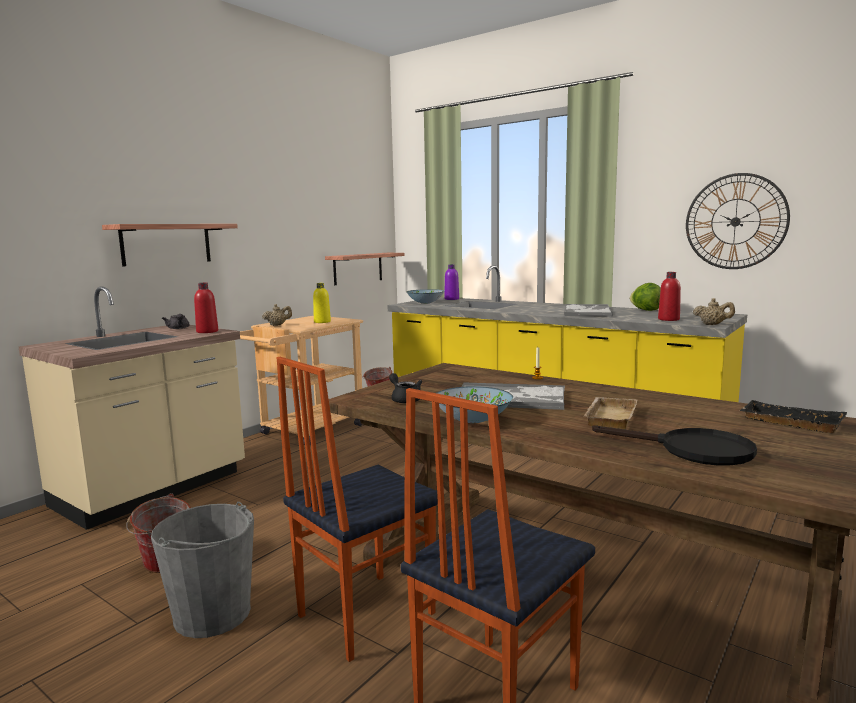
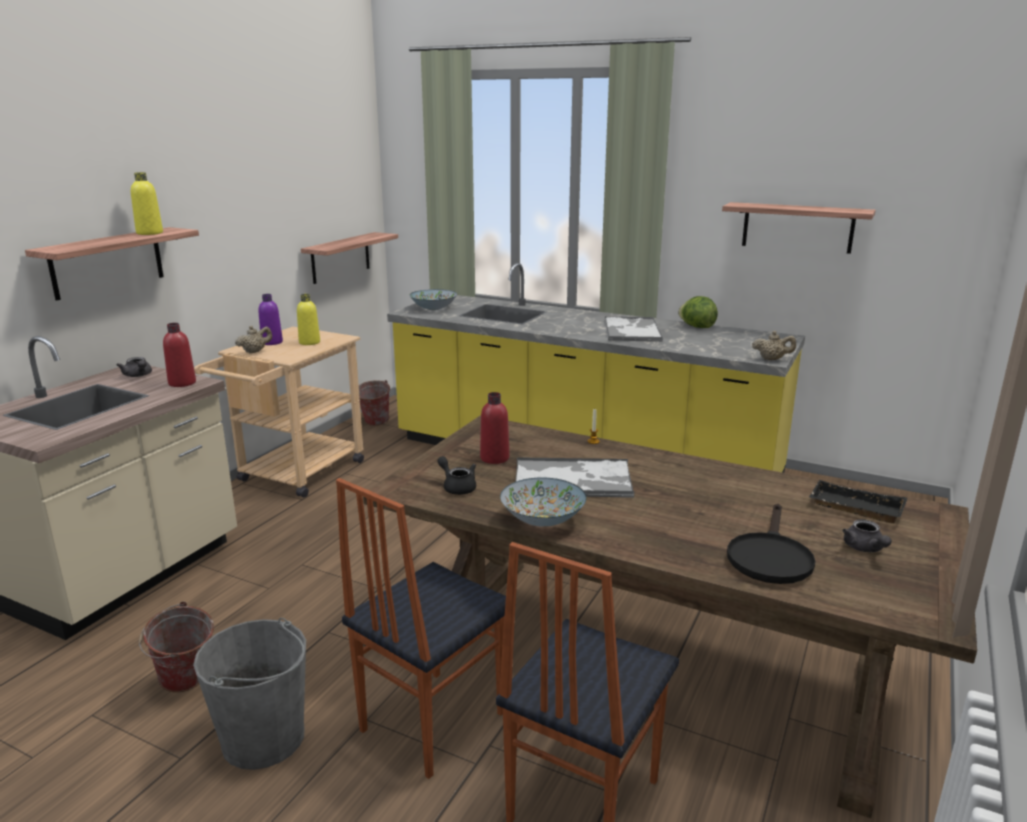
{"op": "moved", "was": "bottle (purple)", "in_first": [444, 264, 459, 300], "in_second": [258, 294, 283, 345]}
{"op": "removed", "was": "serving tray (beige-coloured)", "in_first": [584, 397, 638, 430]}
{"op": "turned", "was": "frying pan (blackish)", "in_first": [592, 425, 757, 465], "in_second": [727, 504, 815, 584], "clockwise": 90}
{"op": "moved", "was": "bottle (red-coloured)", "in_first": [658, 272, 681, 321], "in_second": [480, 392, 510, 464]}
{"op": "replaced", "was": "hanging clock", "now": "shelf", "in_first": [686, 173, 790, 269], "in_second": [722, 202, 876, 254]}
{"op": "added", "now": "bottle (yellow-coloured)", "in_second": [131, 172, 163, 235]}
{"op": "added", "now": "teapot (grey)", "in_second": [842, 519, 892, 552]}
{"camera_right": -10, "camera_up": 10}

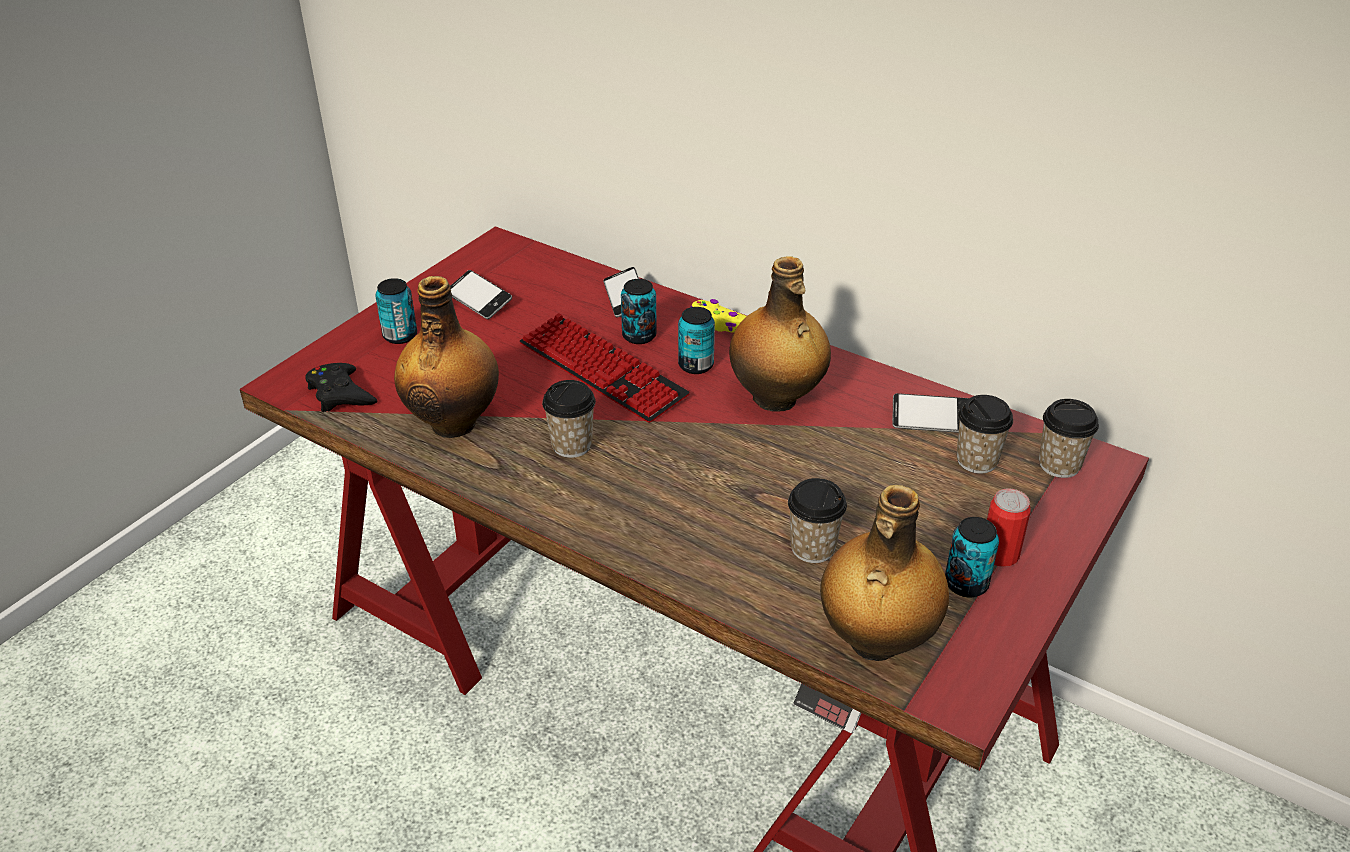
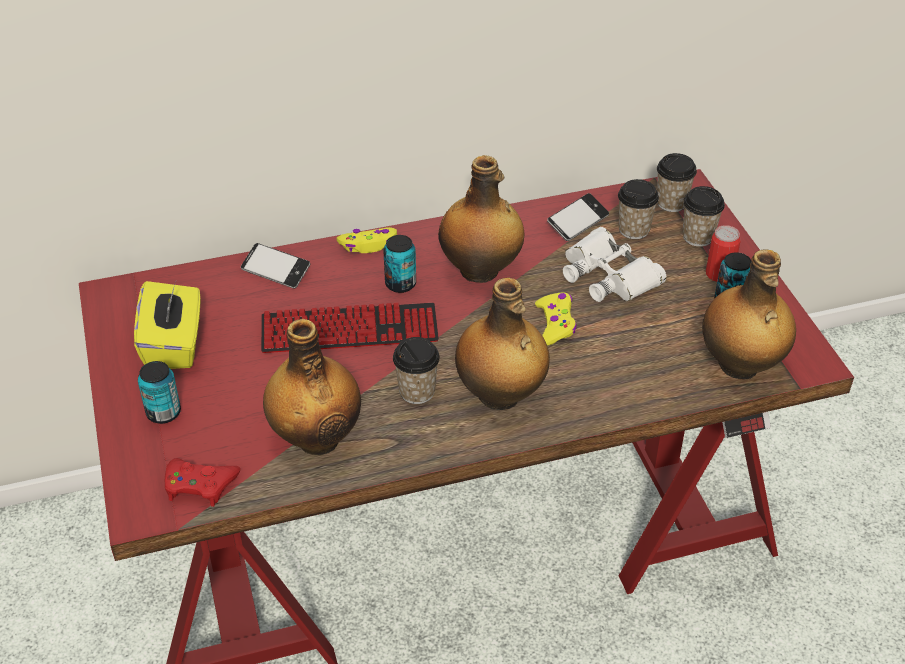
{"op": "recoloured", "was": "joypad (blackish)", "now": "joypad (red-coloured)", "in_first": [305, 363, 377, 412], "in_second": [165, 458, 241, 507]}
{"op": "replaced", "was": "phone", "now": "tissue holder (yellow-coloured)", "in_first": [451, 270, 512, 319], "in_second": [134, 281, 201, 369]}
{"op": "removed", "was": "sealed can", "in_first": [621, 279, 657, 344]}
{"op": "moved", "was": "drinking cup", "in_first": [788, 478, 847, 563], "in_second": [683, 186, 725, 247]}
{"op": "added", "now": "bottle", "in_second": [455, 278, 550, 410]}
{"op": "added", "now": "joypad (yellow-coloured)", "in_second": [535, 293, 577, 346]}
{"op": "added", "now": "binoculars (white-coloured)", "in_second": [563, 227, 666, 302]}
{"camera_right": -50, "camera_up": 5}

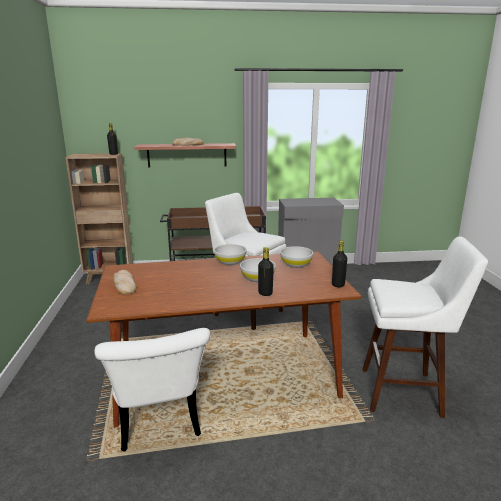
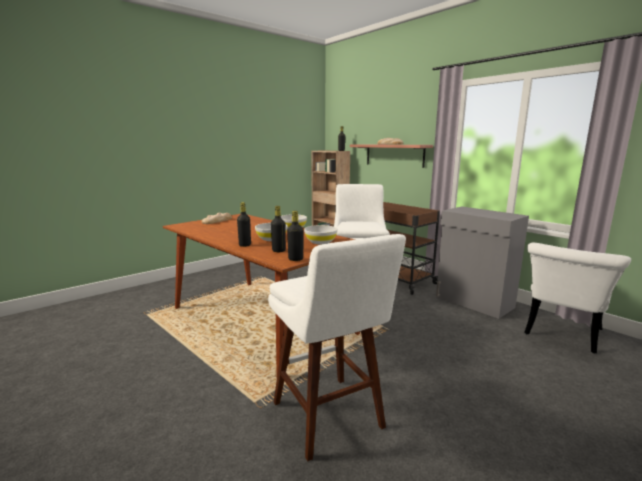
{"op": "moved", "was": "upright chair (white-coloured)", "in_first": [95, 328, 210, 452], "in_second": [524, 243, 631, 353]}
{"op": "added", "now": "bottle (blackish)", "in_second": [271, 206, 286, 252]}
{"camera_right": 55, "camera_up": -5}

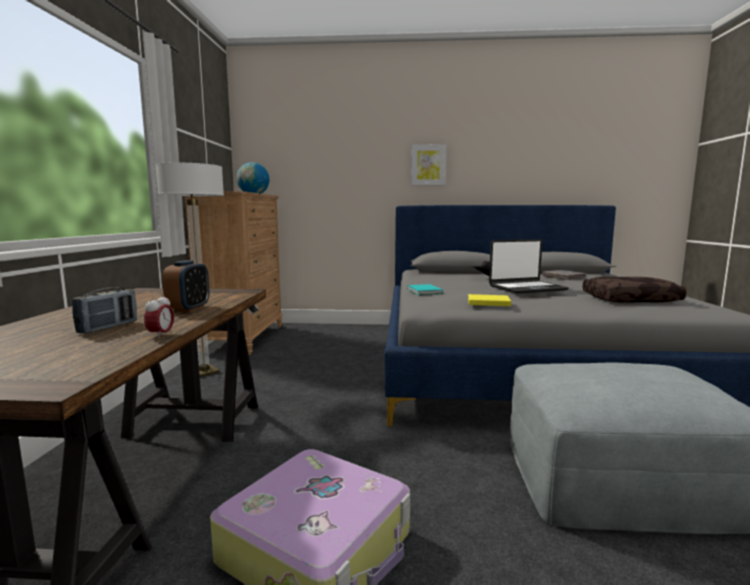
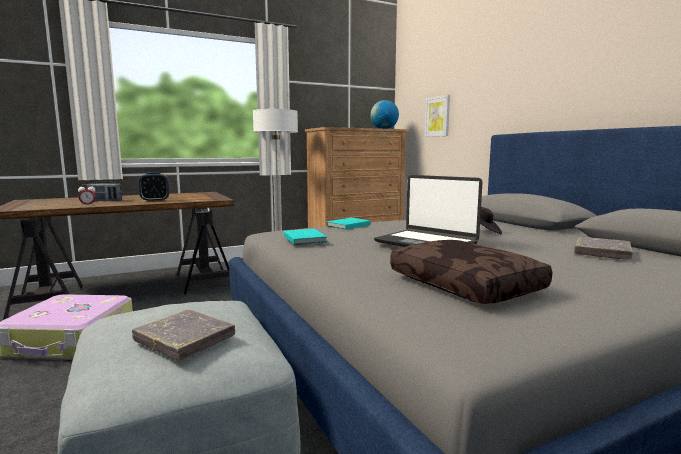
{"op": "moved", "was": "wall picture", "in_first": [411, 144, 446, 185], "in_second": [425, 95, 450, 137]}
{"op": "recoloured", "was": "book (yellow-coloured)", "now": "book (blue-green)", "in_first": [468, 294, 511, 306], "in_second": [284, 229, 327, 245]}
{"op": "added", "now": "book (grey)", "in_second": [132, 309, 235, 361]}
{"camera_right": 60, "camera_up": 0}

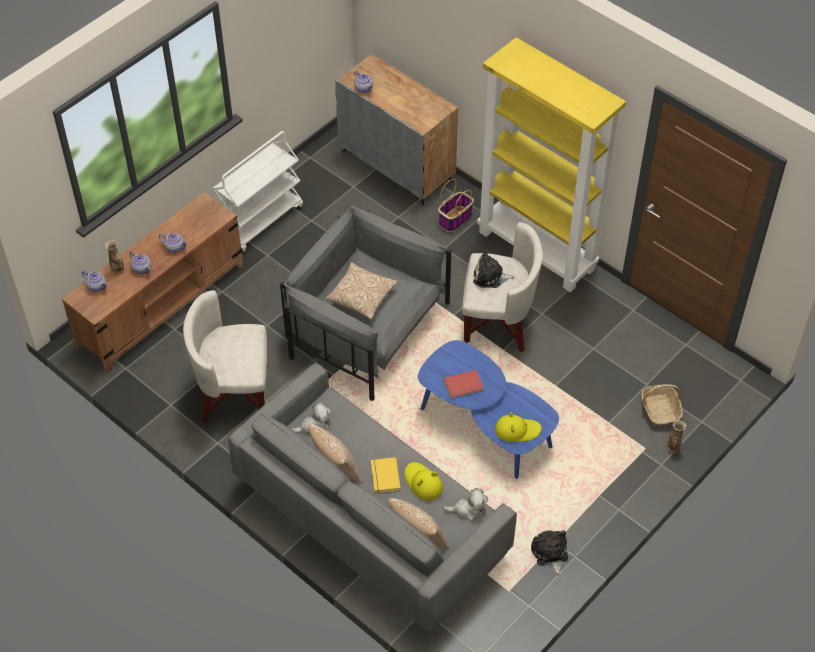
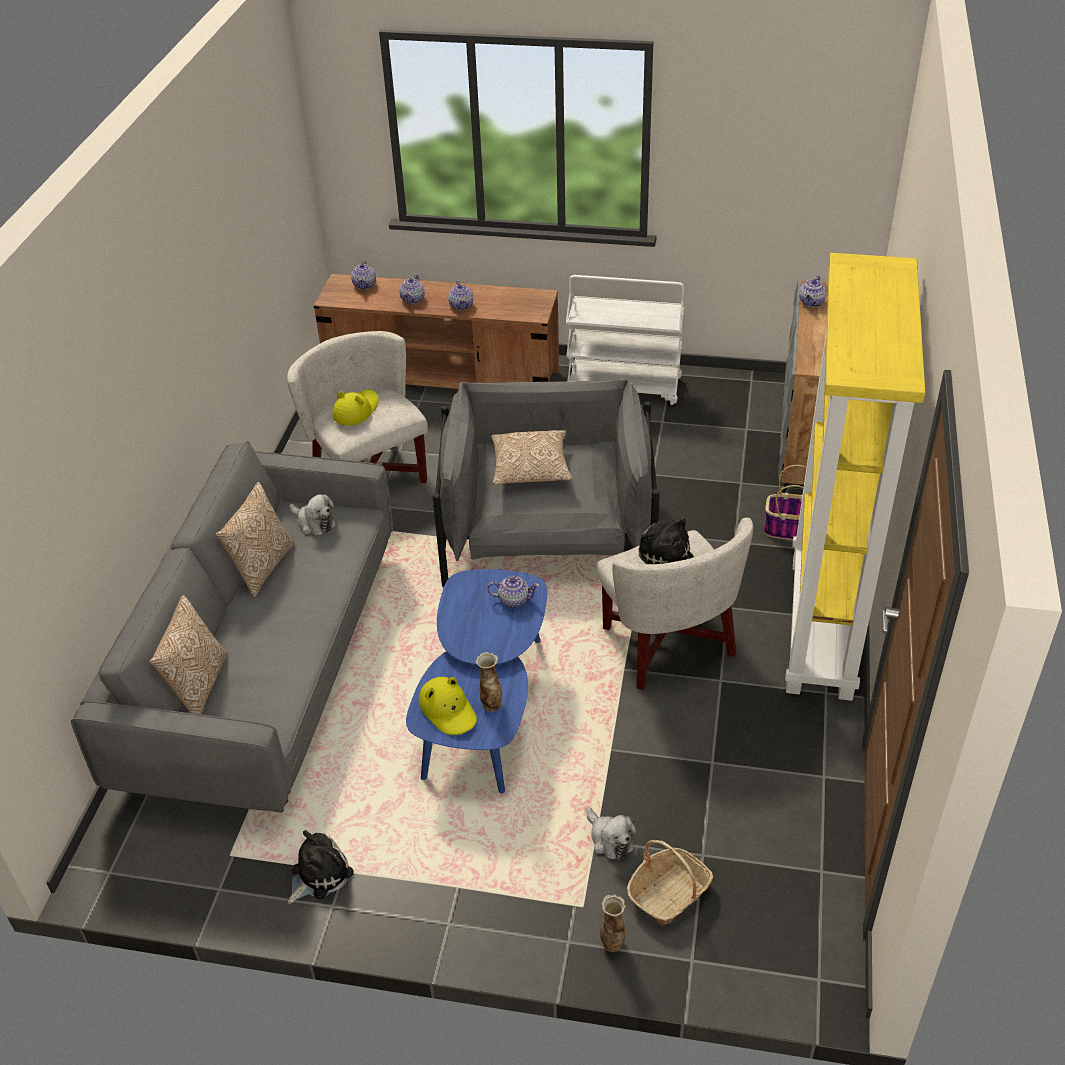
{"op": "moved", "was": "decorative vase", "in_first": [105, 240, 124, 274], "in_second": [476, 652, 502, 712]}
{"op": "removed", "was": "book (yellow-coloured)", "in_first": [371, 457, 401, 493]}
{"op": "moved", "was": "hat (yellow-coloured)", "in_first": [404, 462, 443, 501], "in_second": [333, 389, 379, 426]}
{"op": "removed", "was": "book (red-coloured)", "in_first": [443, 370, 484, 399]}
{"op": "moved", "was": "plush toy", "in_first": [443, 488, 488, 521], "in_second": [586, 807, 636, 860]}
{"op": "added", "now": "teapot", "in_second": [487, 576, 539, 608]}
{"camera_right": 60, "camera_up": -10}

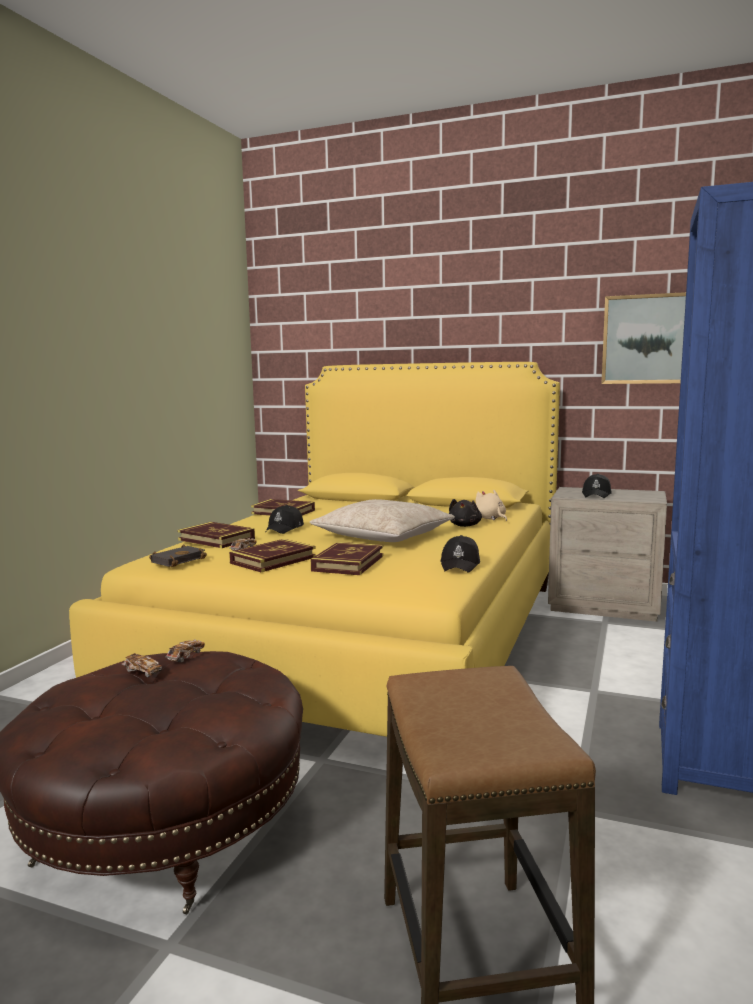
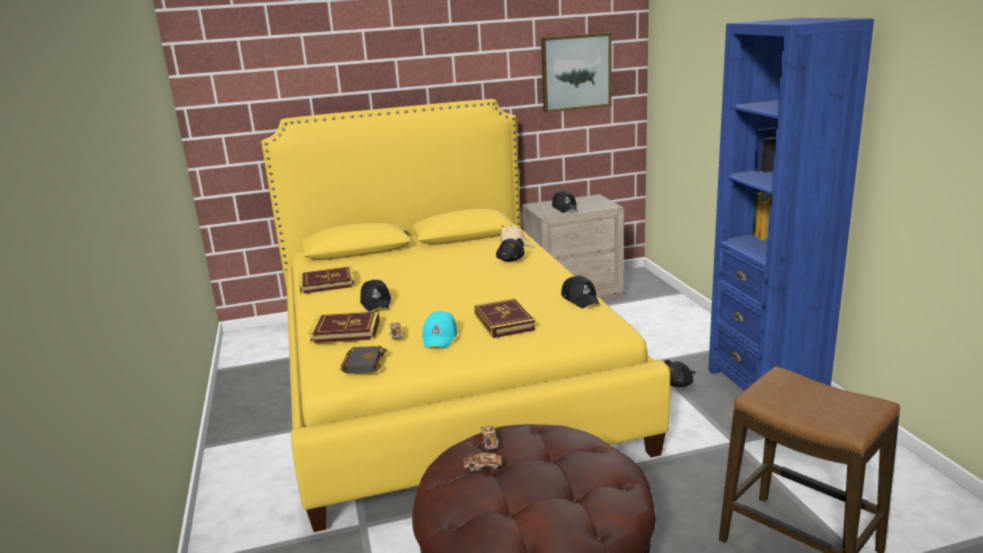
{"op": "replaced", "was": "book", "now": "peaked cap (blue-green)", "in_first": [229, 539, 316, 572], "in_second": [422, 311, 458, 348]}
{"op": "removed", "was": "throw pillow (beige-coloured)", "in_first": [310, 499, 455, 542]}
{"op": "added", "now": "plush toy (blackish)", "in_second": [664, 360, 695, 387]}
{"camera_right": -35, "camera_up": 10}

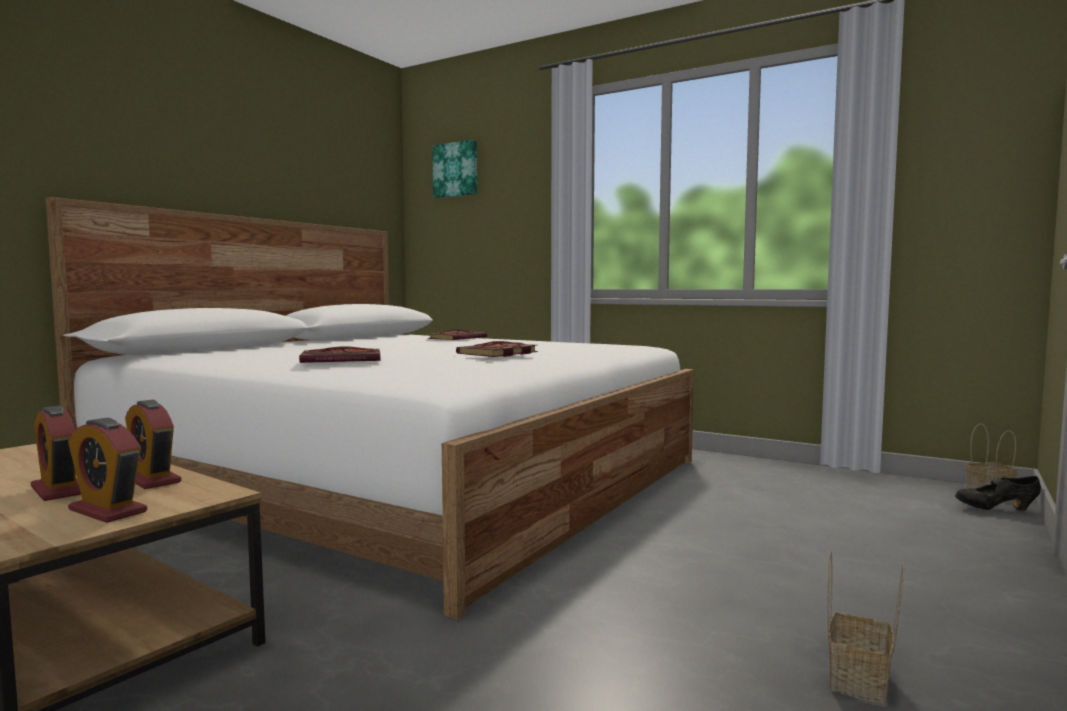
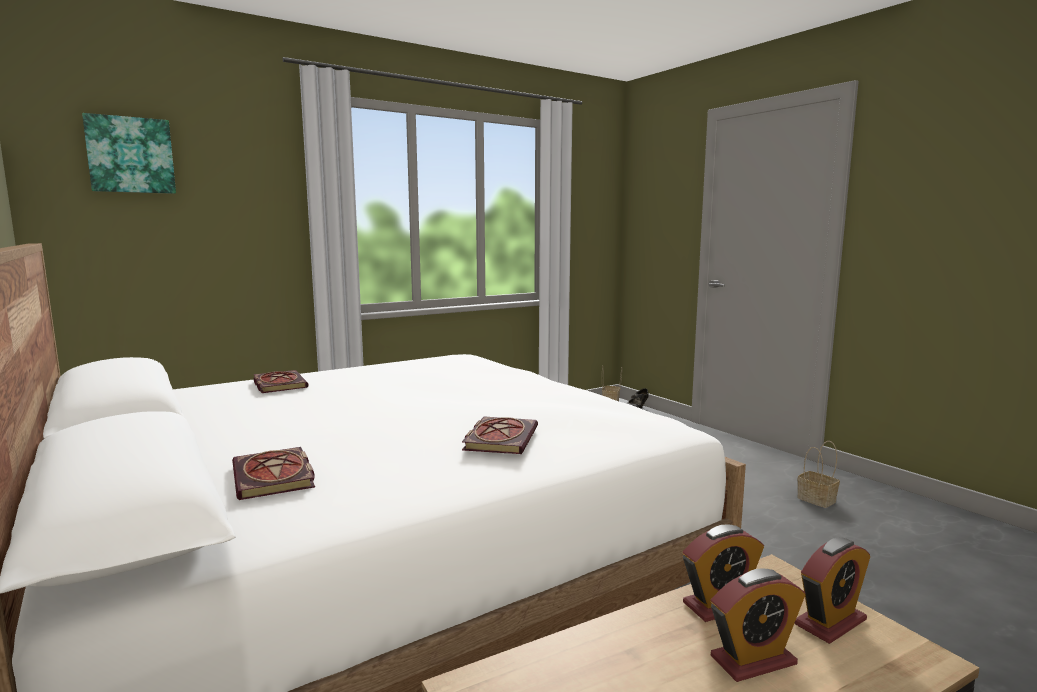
{"op": "moved", "was": "book", "in_first": [456, 341, 538, 357], "in_second": [232, 447, 315, 500]}
{"camera_right": -65, "camera_up": 5}

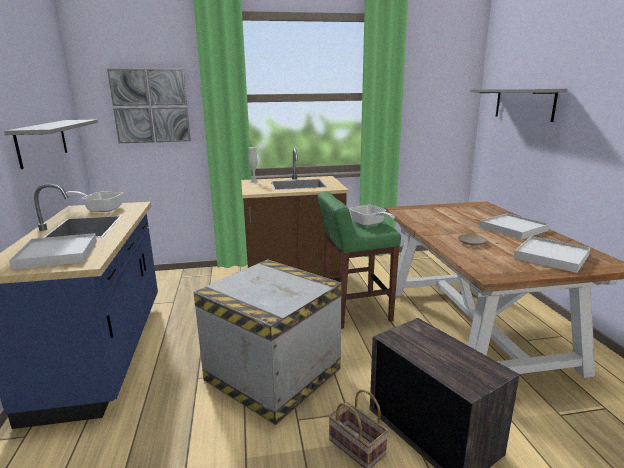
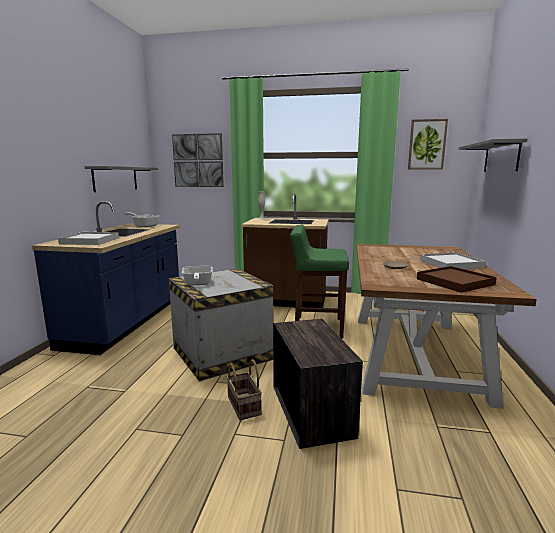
{"op": "moved", "was": "frying pan", "in_first": [349, 205, 395, 226], "in_second": [182, 266, 213, 286]}
{"op": "recoloured", "was": "serving tray (white-coloured)", "now": "serving tray (brownish)", "in_first": [514, 236, 590, 273], "in_second": [417, 266, 497, 293]}
{"op": "added", "now": "wall picture", "in_second": [408, 119, 448, 169]}
{"camera_right": 20, "camera_up": -5}

